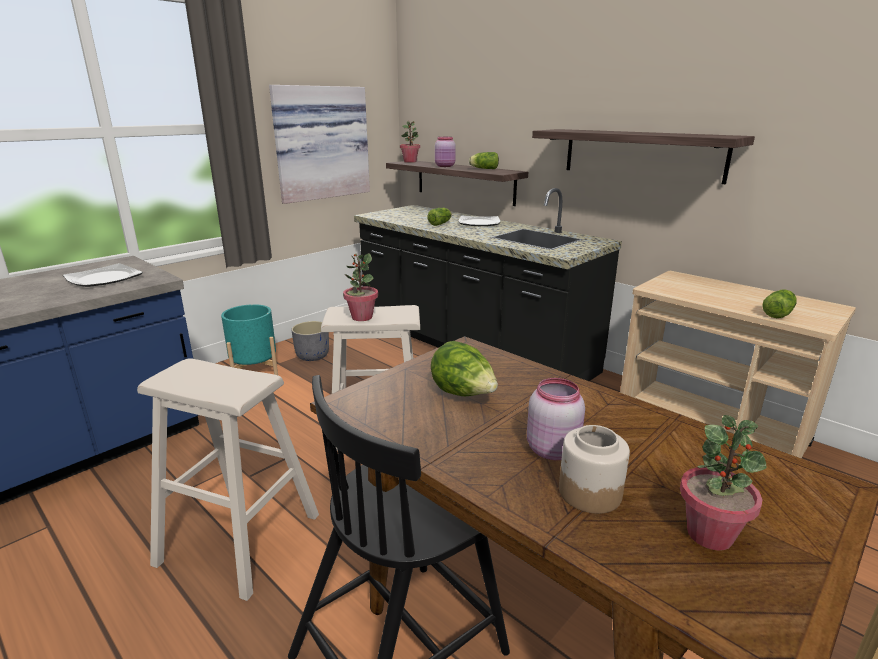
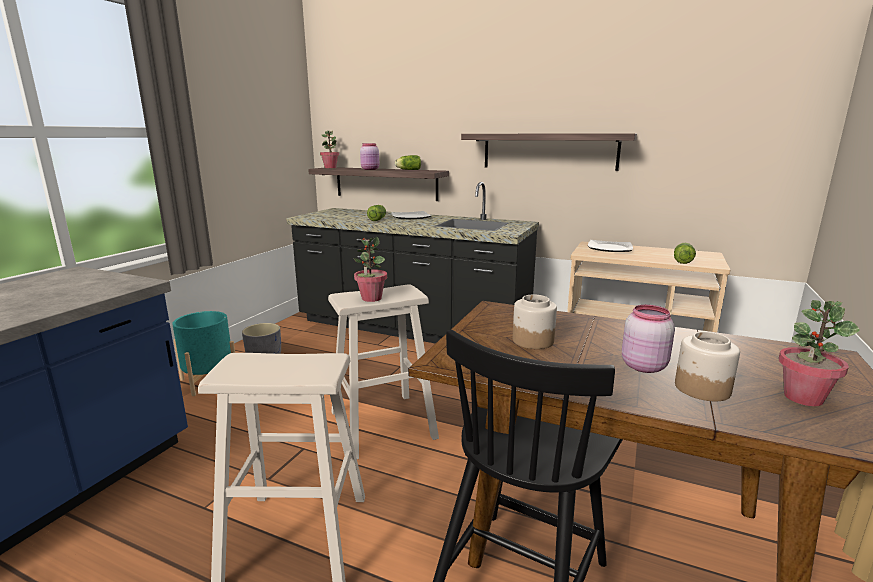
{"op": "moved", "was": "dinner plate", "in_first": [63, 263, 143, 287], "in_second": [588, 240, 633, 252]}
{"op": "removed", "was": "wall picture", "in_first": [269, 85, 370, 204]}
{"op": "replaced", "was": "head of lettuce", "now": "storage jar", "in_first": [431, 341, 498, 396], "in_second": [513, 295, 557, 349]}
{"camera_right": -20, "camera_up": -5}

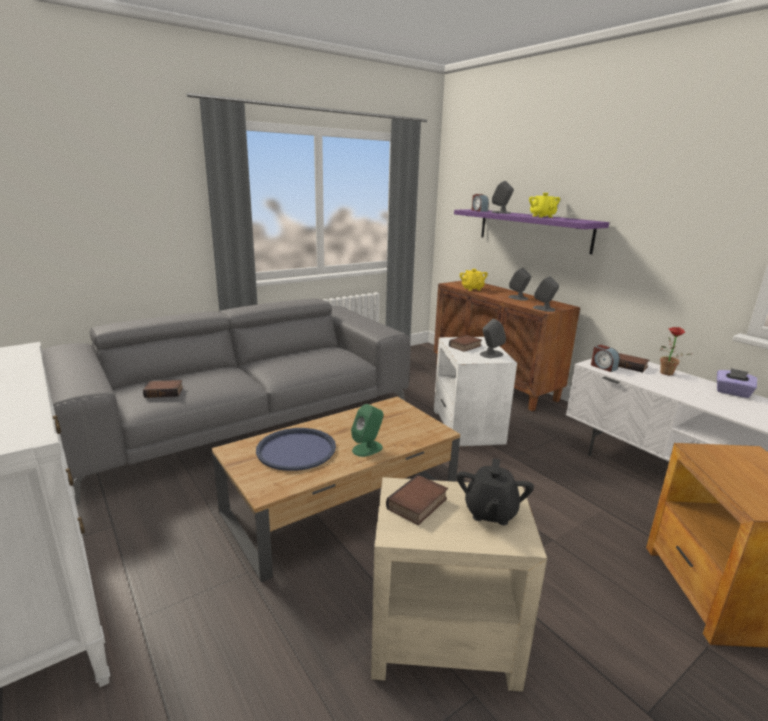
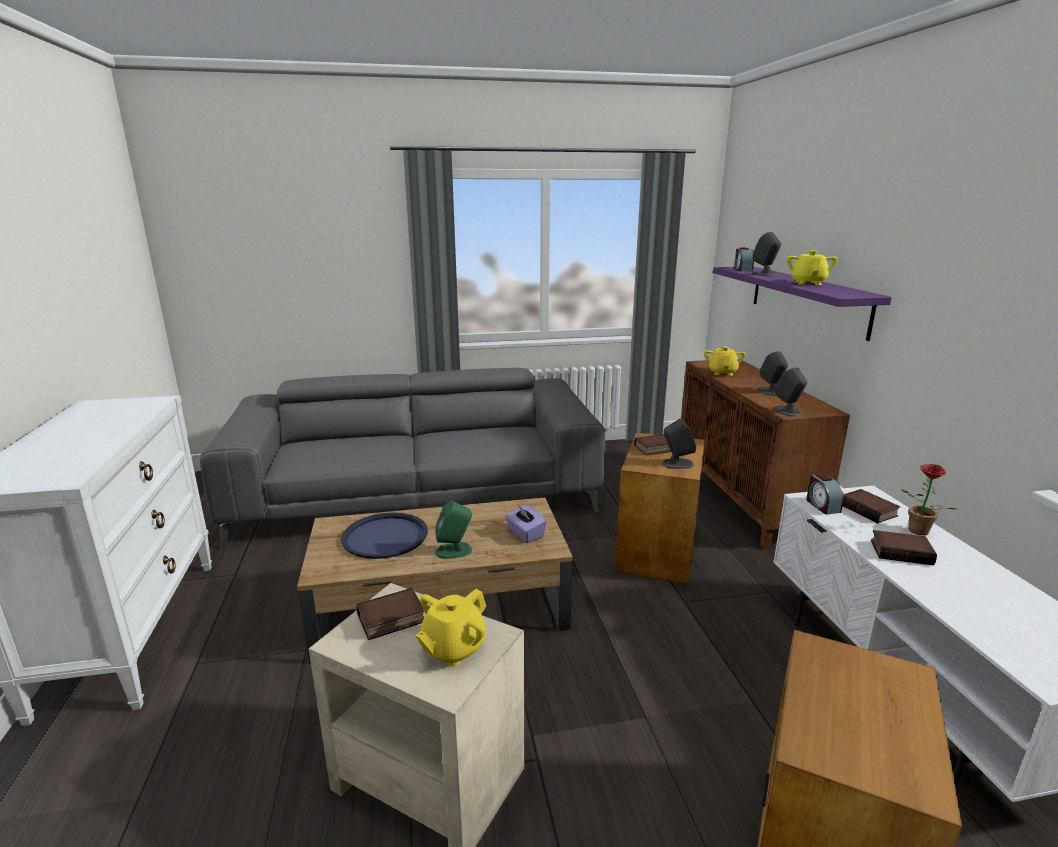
{"op": "moved", "was": "book", "in_first": [143, 380, 183, 398], "in_second": [871, 530, 937, 566]}
{"op": "recoloured", "was": "accent table (white-coloured)", "now": "accent table (brownish)", "in_first": [434, 337, 517, 446], "in_second": [615, 432, 705, 584]}
{"op": "recoloured", "was": "teapot (blackish)", "now": "teapot (yellow-coloured)", "in_first": [457, 458, 534, 525], "in_second": [416, 589, 486, 667]}
{"op": "moved", "was": "tissue holder (purple)", "in_first": [717, 368, 757, 398], "in_second": [505, 505, 547, 543]}
{"camera_right": 25, "camera_up": 0}

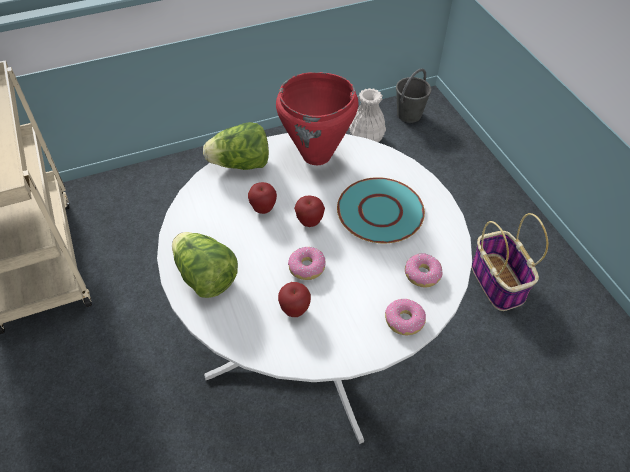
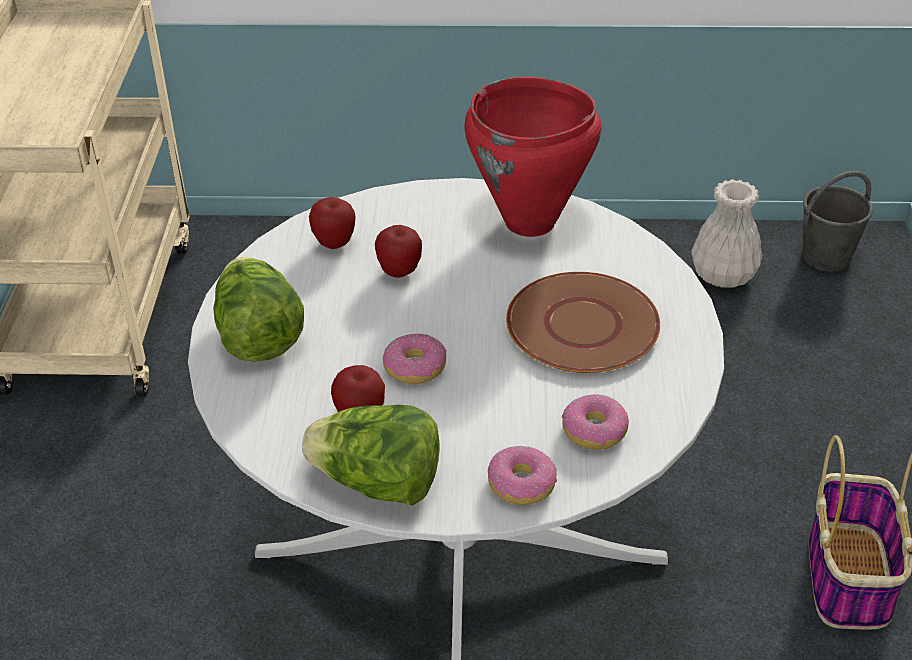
{"op": "moved", "was": "head of lettuce", "in_first": [203, 122, 269, 170], "in_second": [302, 404, 440, 506]}
{"op": "moved", "was": "apple", "in_first": [294, 195, 325, 227], "in_second": [309, 197, 356, 249]}
{"op": "recoloured", "was": "dinner plate (blue-green)", "now": "dinner plate (brownish)", "in_first": [337, 177, 425, 243], "in_second": [506, 272, 660, 373]}
{"camera_right": 25, "camera_up": -10}

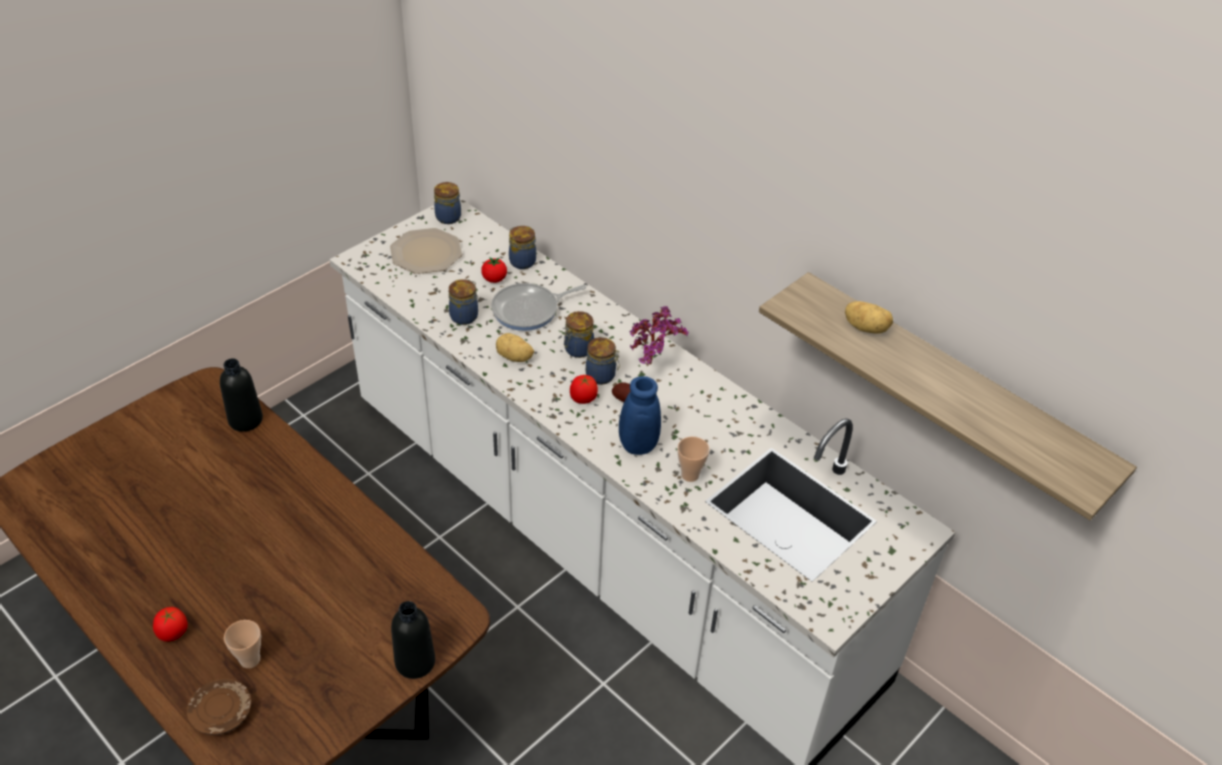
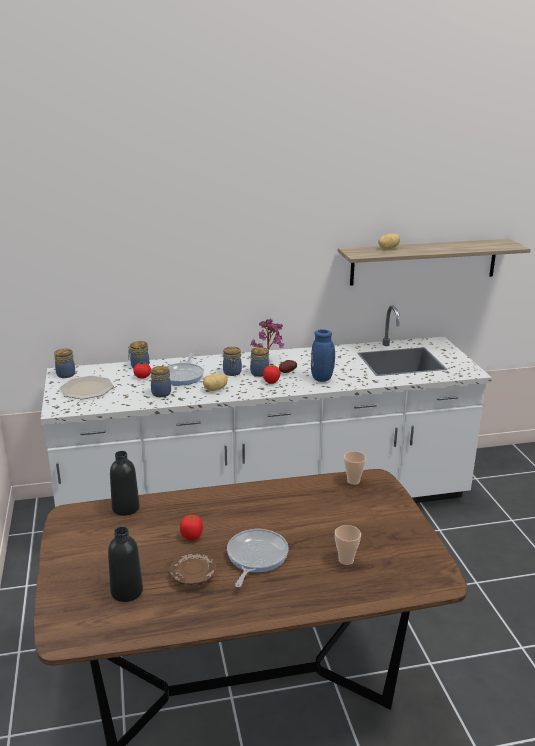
{"op": "moved", "was": "tomato", "in_first": [153, 607, 188, 642], "in_second": [180, 515, 203, 541]}
{"op": "moved", "was": "dinner plate (brownish)", "in_first": [186, 678, 251, 735], "in_second": [170, 554, 216, 586]}
{"op": "moved", "was": "bottle (blackish)", "in_first": [391, 601, 435, 679], "in_second": [108, 527, 143, 602]}
{"op": "moved", "was": "drinking cup", "in_first": [678, 437, 710, 482], "in_second": [344, 451, 366, 485]}
{"op": "added", "now": "frying pan", "in_second": [227, 529, 289, 587]}
{"camera_right": -55, "camera_up": -20}

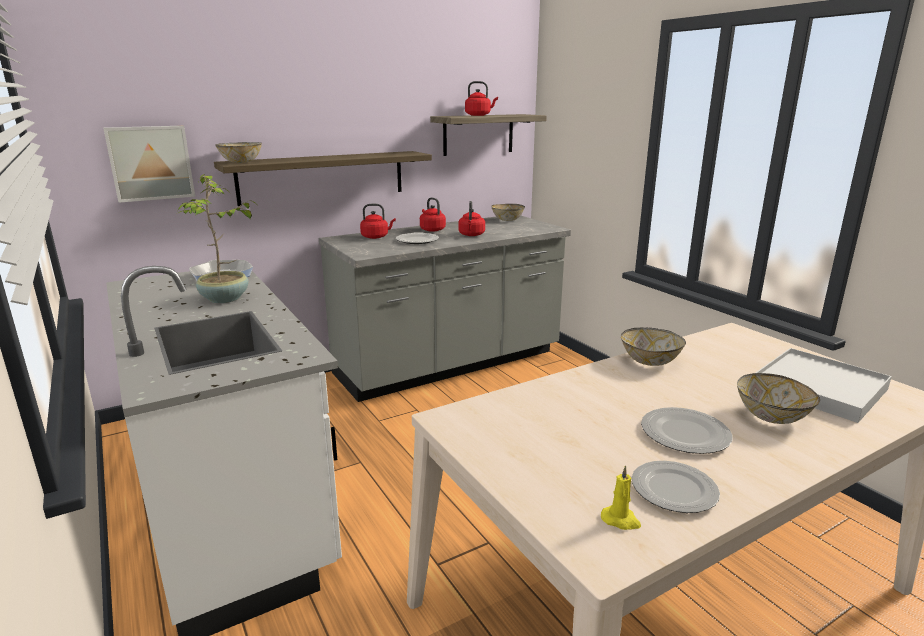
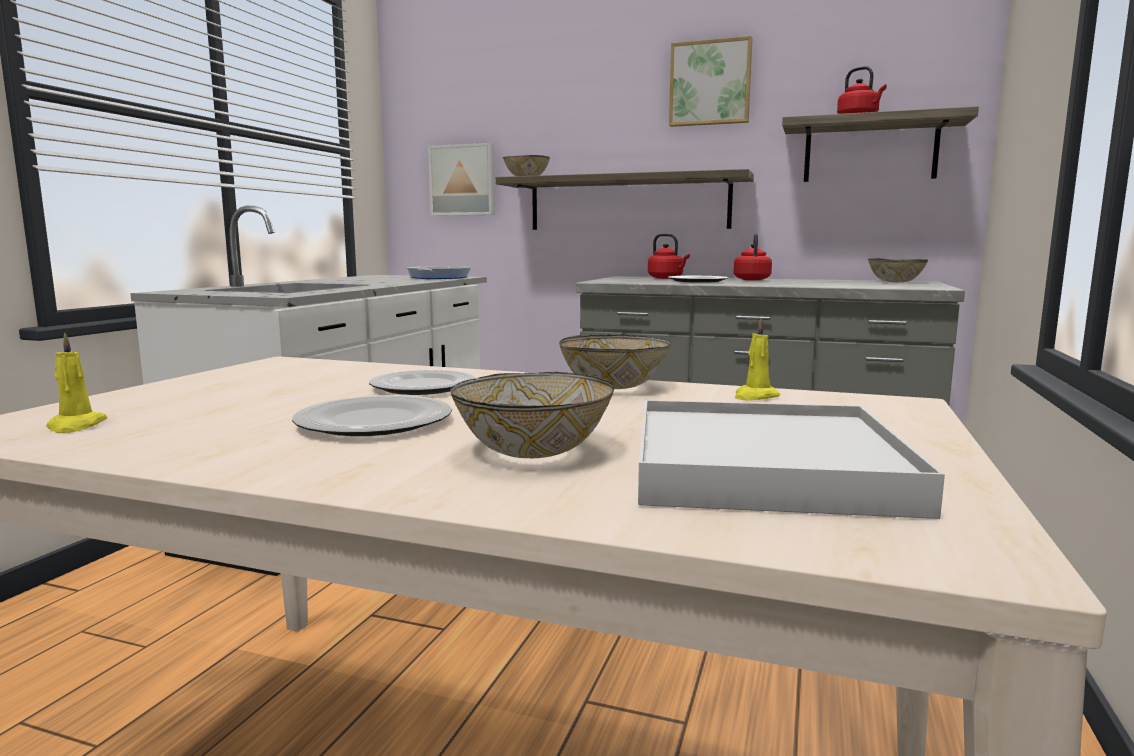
{"op": "removed", "was": "houseplant", "in_first": [178, 174, 257, 303]}
{"op": "removed", "was": "water kettle (red-coloured)", "in_first": [458, 201, 485, 236]}
{"op": "moved", "was": "dinner plate", "in_first": [632, 461, 720, 513], "in_second": [369, 370, 475, 395]}
{"op": "added", "now": "wall picture", "in_second": [669, 36, 752, 127]}
{"op": "added", "now": "wax candle (yellow-coloured)", "in_second": [735, 318, 781, 400]}
{"camera_right": 50, "camera_up": -10}

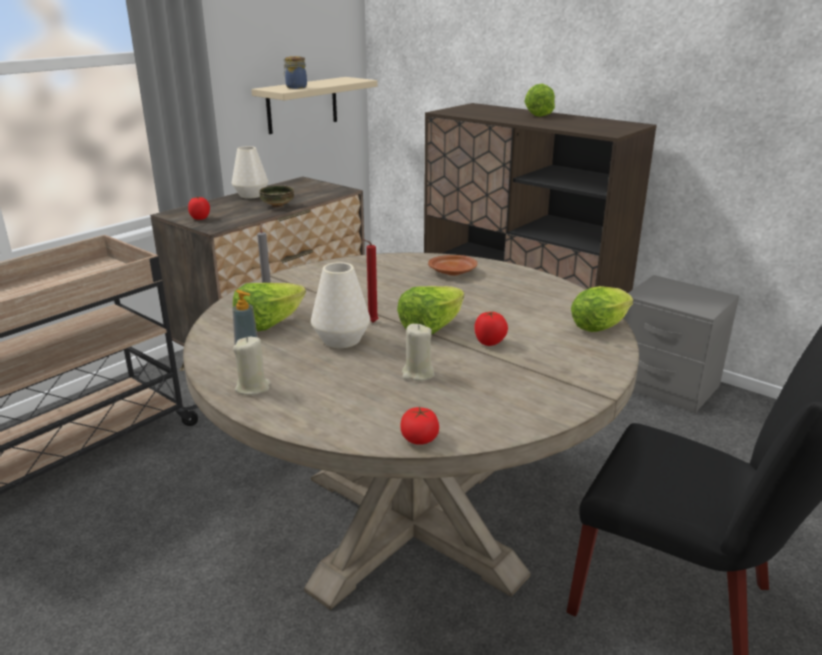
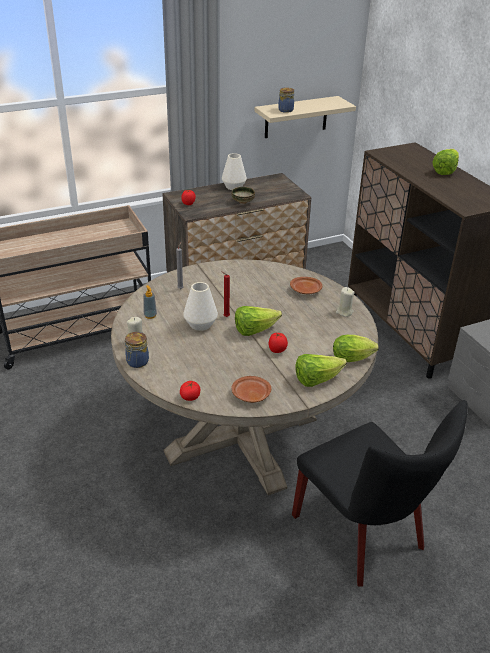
{"op": "moved", "was": "head of lettuce", "in_first": [233, 283, 306, 331], "in_second": [295, 354, 347, 387]}
{"op": "moved", "was": "wax candle (beige-coloured)", "in_first": [402, 324, 434, 381], "in_second": [336, 287, 355, 317]}
{"op": "added", "now": "storage jar", "in_second": [125, 332, 149, 368]}
{"op": "added", "now": "dinner plate (brownish)", "in_second": [231, 376, 272, 403]}
{"camera_right": 25, "camera_up": 10}

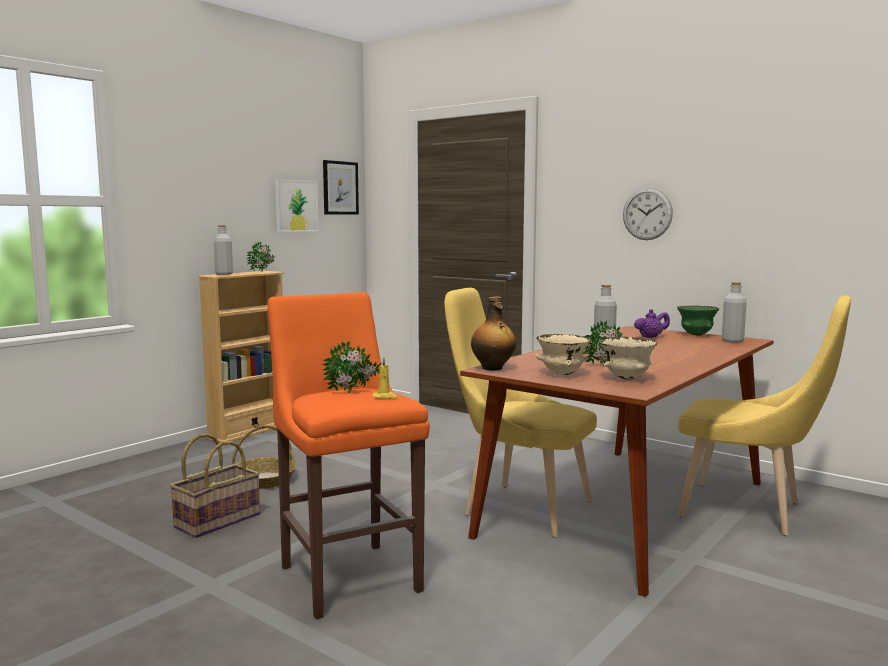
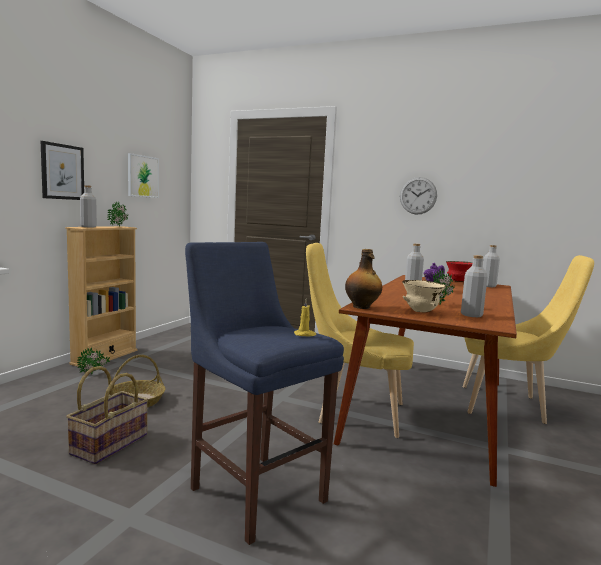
{"op": "recoloured", "was": "stool seat (orange)", "now": "stool seat (blue)", "in_first": [267, 292, 430, 619], "in_second": [185, 242, 344, 545]}
{"op": "moved", "was": "wall picture", "in_first": [323, 160, 359, 215], "in_second": [41, 141, 84, 200]}
{"op": "moved", "was": "houseplant", "in_first": [323, 341, 381, 393], "in_second": [77, 347, 110, 374]}
{"op": "replaced", "was": "deep dish (beige-coloured)", "now": "bottle (grey)", "in_first": [599, 337, 657, 380], "in_second": [461, 255, 488, 317]}
{"op": "recoloured", "was": "deep dish (greenish)", "now": "deep dish (red-coloured)", "in_first": [677, 306, 719, 336], "in_second": [446, 261, 472, 282]}
{"camera_right": -15, "camera_up": 0}

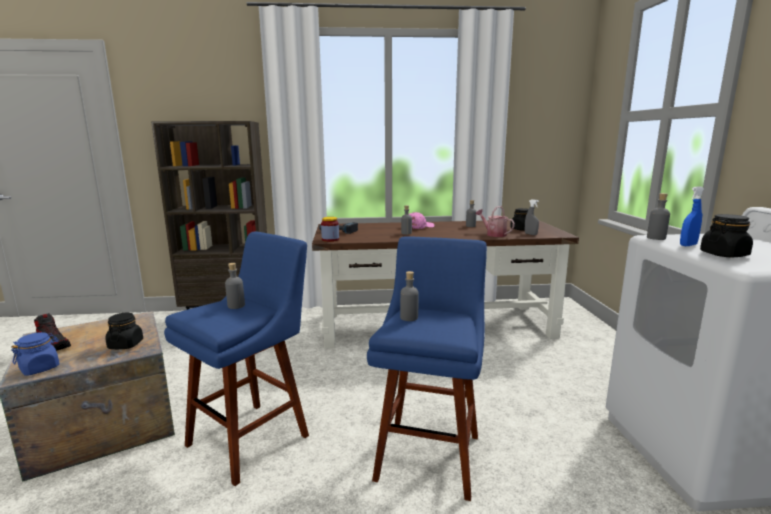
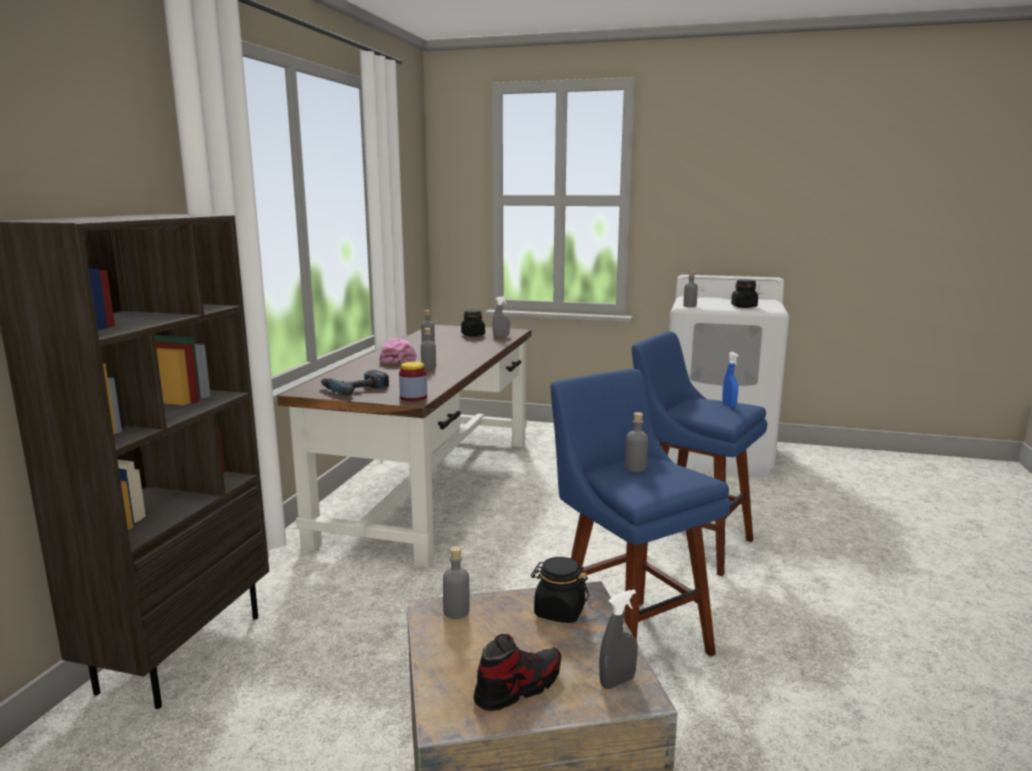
{"op": "replaced", "was": "storage jar (blue)", "now": "spray bottle (grey)", "in_first": [11, 332, 60, 376], "in_second": [599, 590, 638, 689]}
{"op": "moved", "was": "bottle (grey)", "in_first": [400, 271, 419, 321], "in_second": [443, 546, 469, 619]}
{"op": "removed", "was": "sprinkling can", "in_first": [476, 206, 515, 237]}
{"op": "moved", "was": "spray bottle (blue)", "in_first": [680, 186, 704, 246], "in_second": [722, 352, 739, 408]}
{"camera_right": -70, "camera_up": 0}

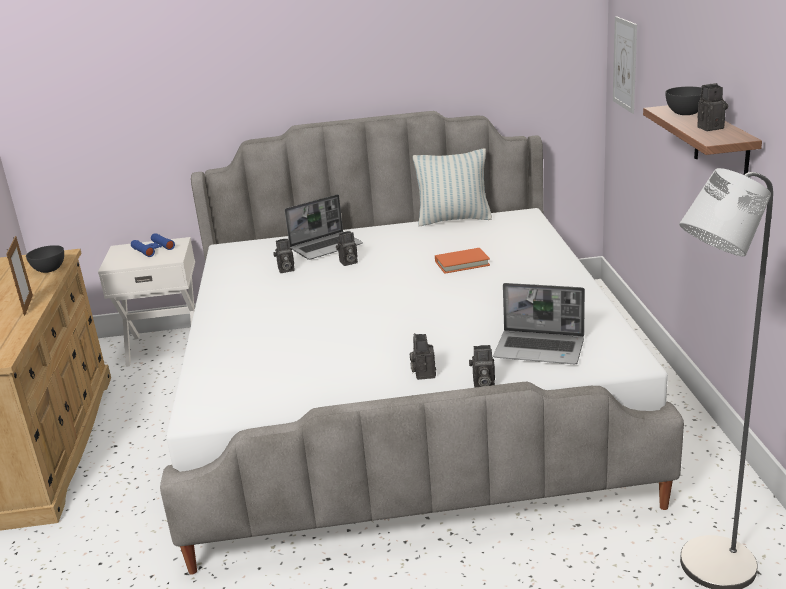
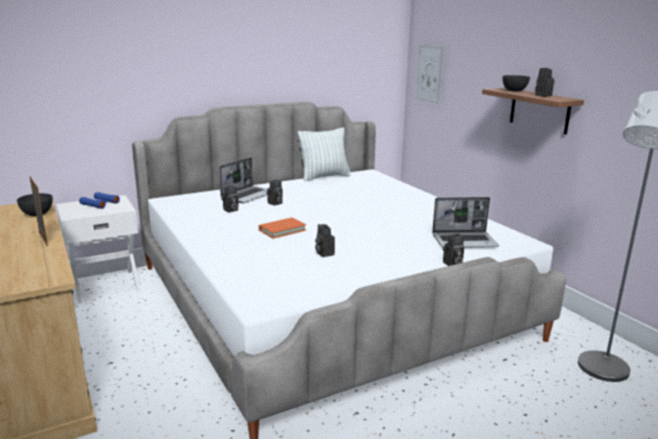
{"op": "moved", "was": "still camera", "in_first": [410, 333, 436, 380], "in_second": [315, 224, 335, 257]}
{"op": "moved", "was": "book (orange)", "in_first": [435, 248, 490, 274], "in_second": [259, 218, 306, 239]}
{"camera_right": -25, "camera_up": -5}

